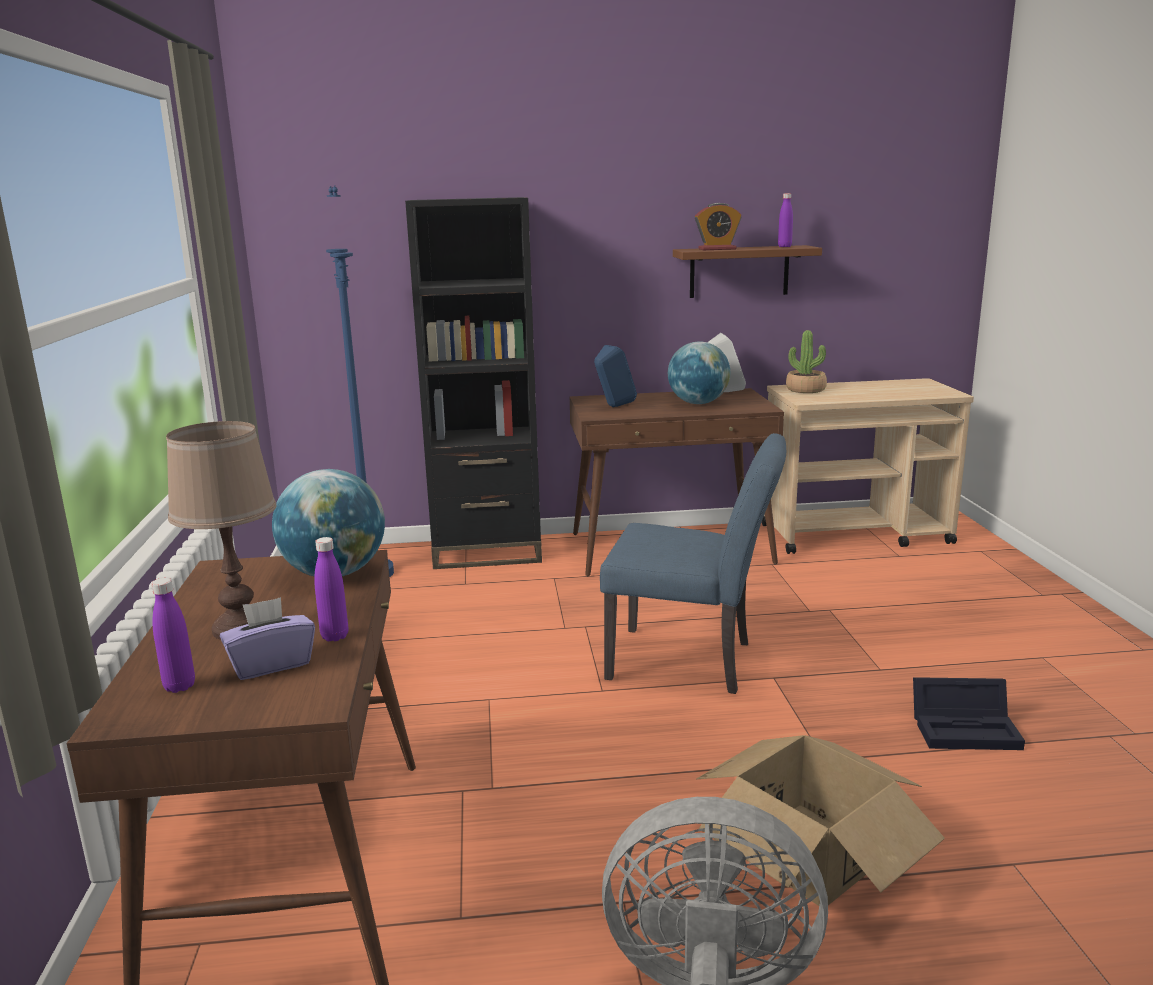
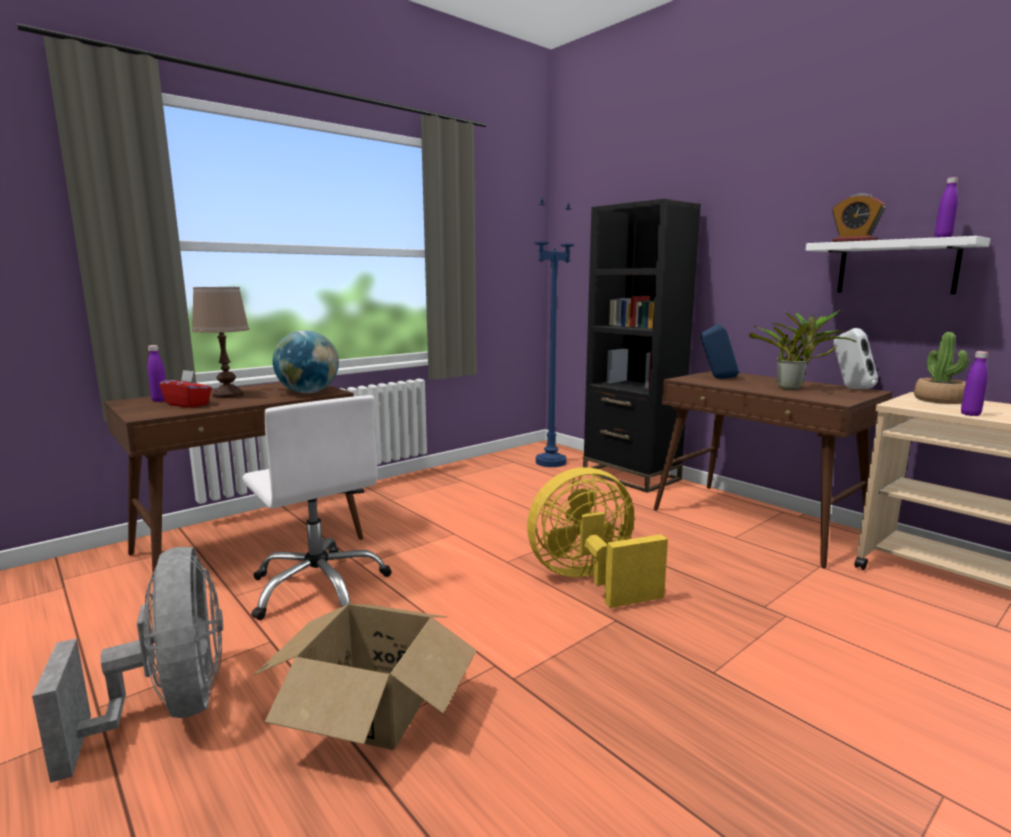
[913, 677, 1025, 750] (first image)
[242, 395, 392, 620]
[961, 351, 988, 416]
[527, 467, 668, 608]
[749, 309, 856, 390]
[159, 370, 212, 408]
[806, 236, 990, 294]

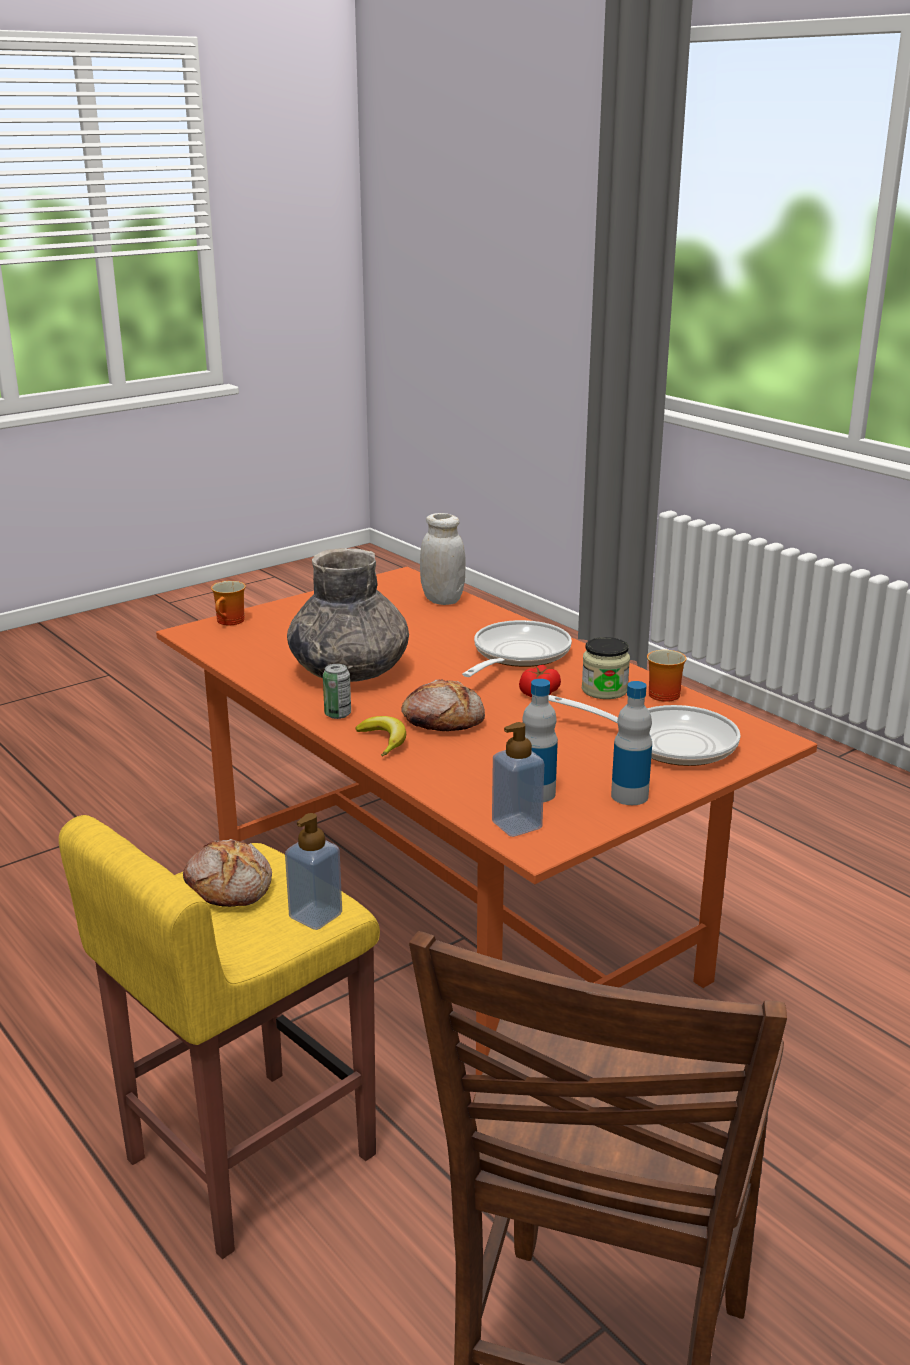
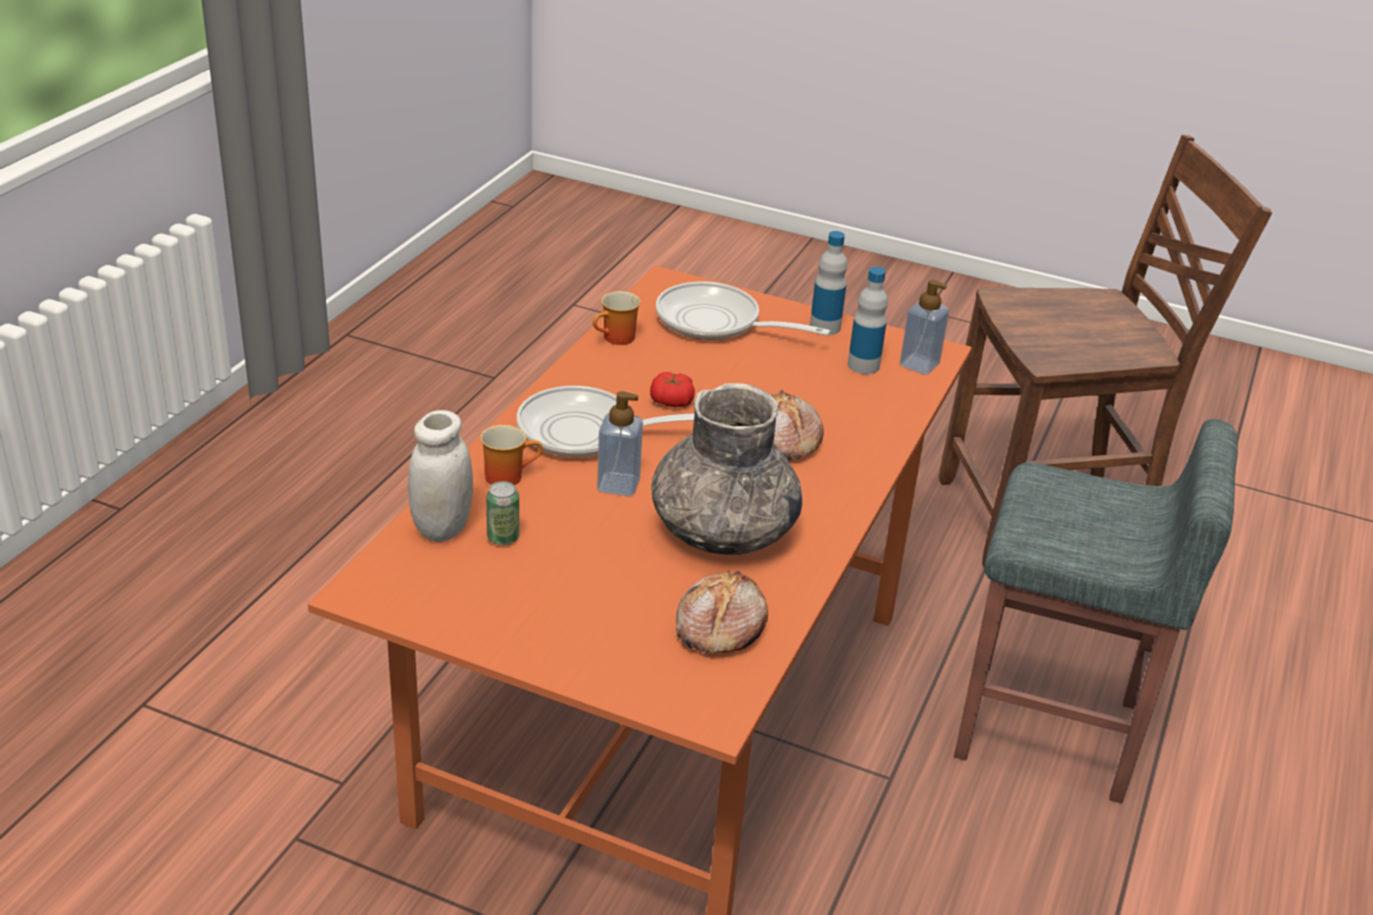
[355, 716, 406, 757] (first image)
[582, 637, 630, 699] (first image)
[676, 570, 768, 653]
[480, 425, 543, 485]
[597, 391, 643, 496]
[486, 481, 519, 545]
[954, 419, 1238, 804]
[656, 281, 830, 340]

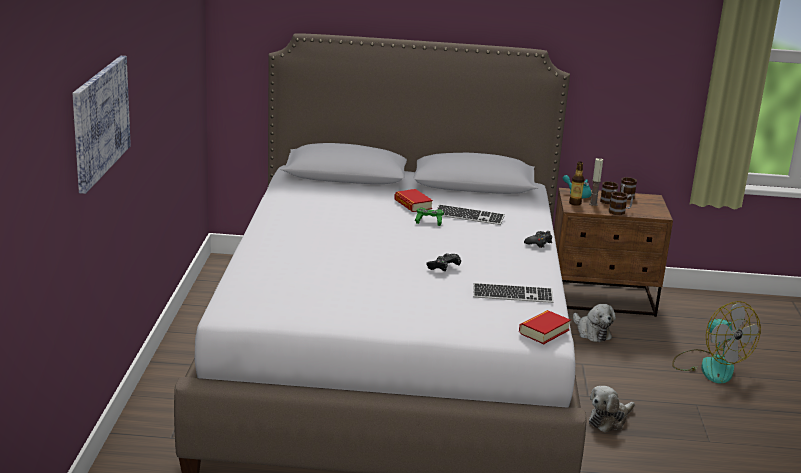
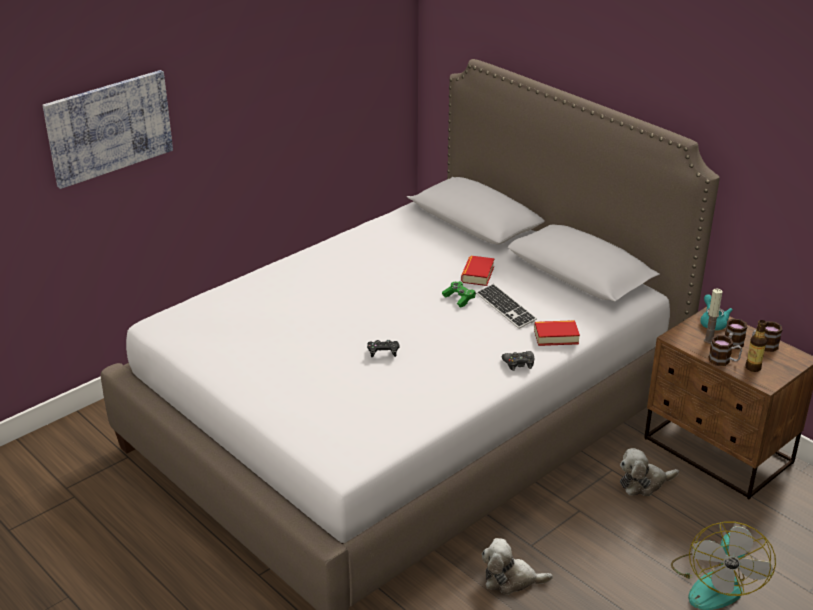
[473, 283, 554, 303] (first image)
[534, 320, 580, 346]
[746, 320, 767, 372]
[620, 448, 679, 496]

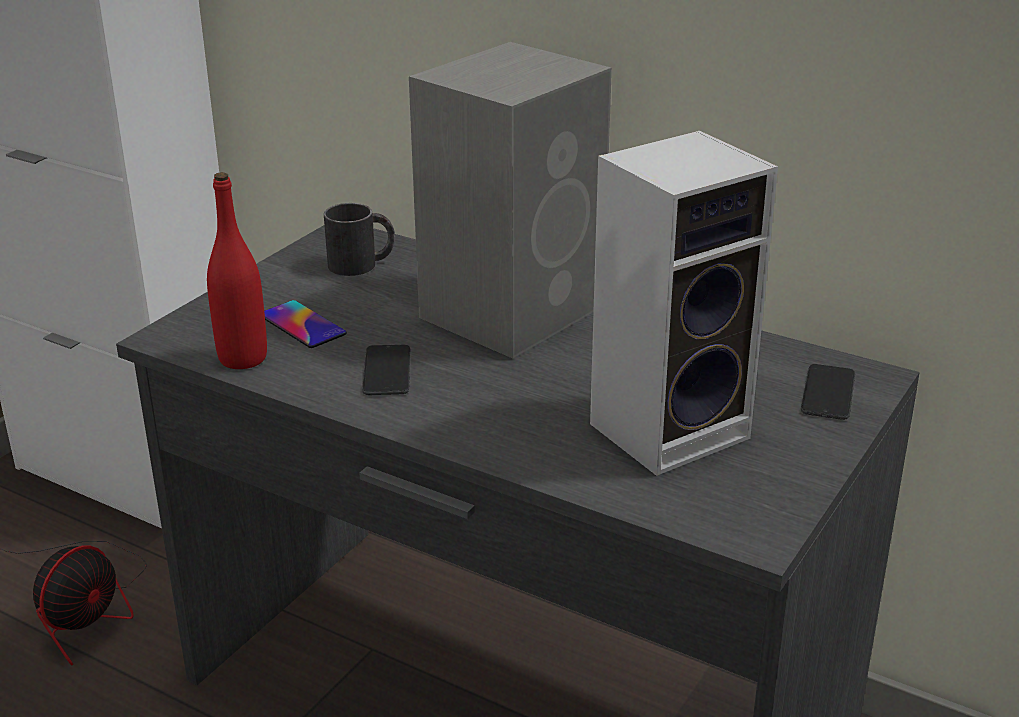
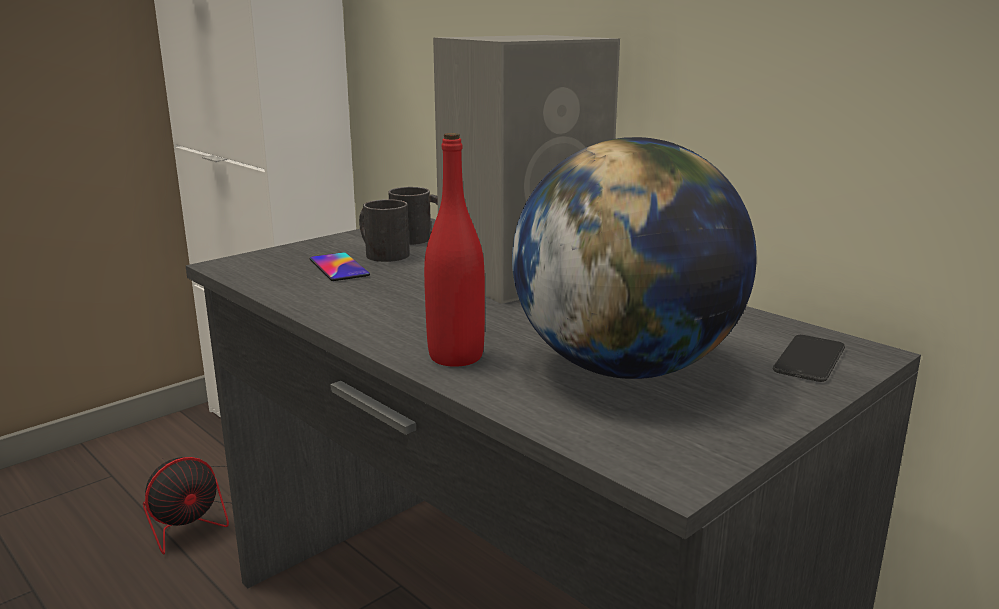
[362, 345, 410, 395] (first image)
[359, 199, 410, 262]
[424, 133, 485, 367]
[512, 137, 757, 379]

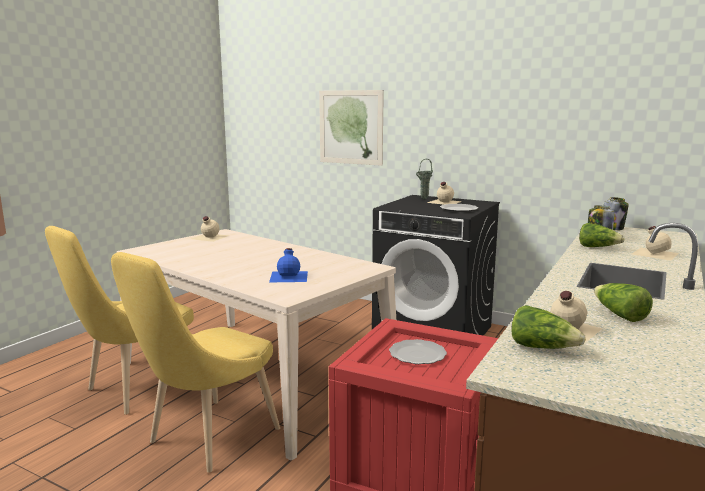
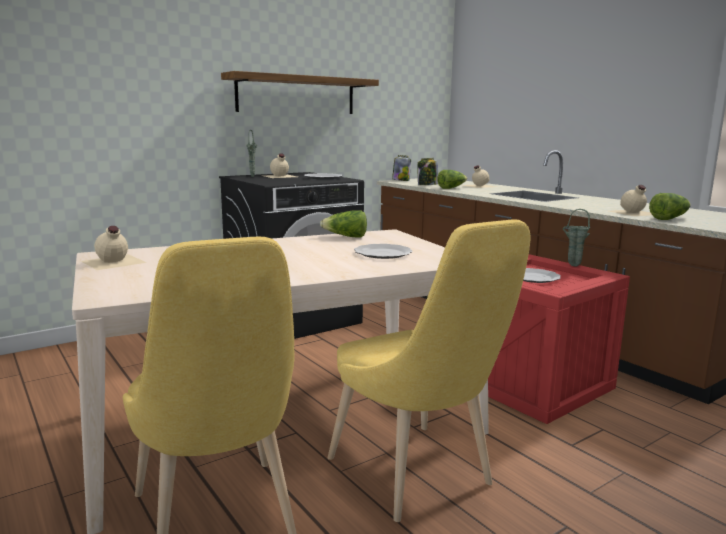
[319, 90, 384, 166] (first image)
[221, 71, 379, 114]
[563, 209, 590, 266]
[320, 210, 367, 238]
[354, 244, 413, 259]

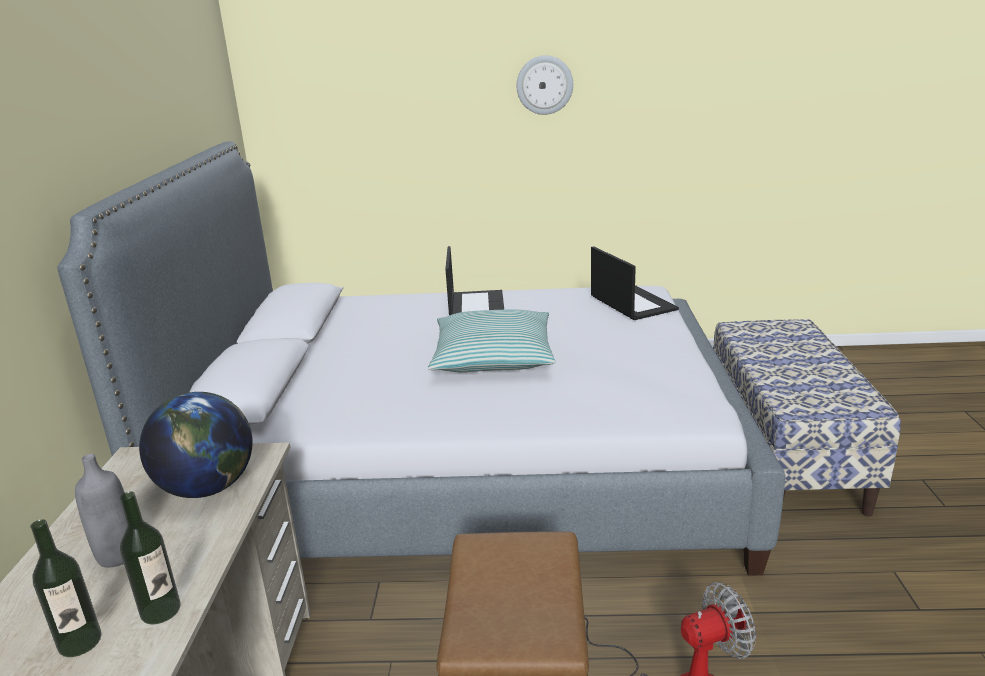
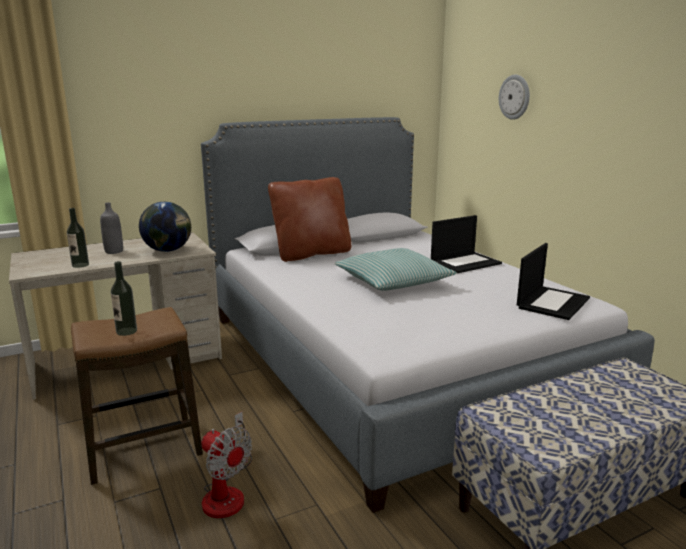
[268, 177, 351, 262]
[111, 261, 137, 336]
[499, 74, 530, 120]

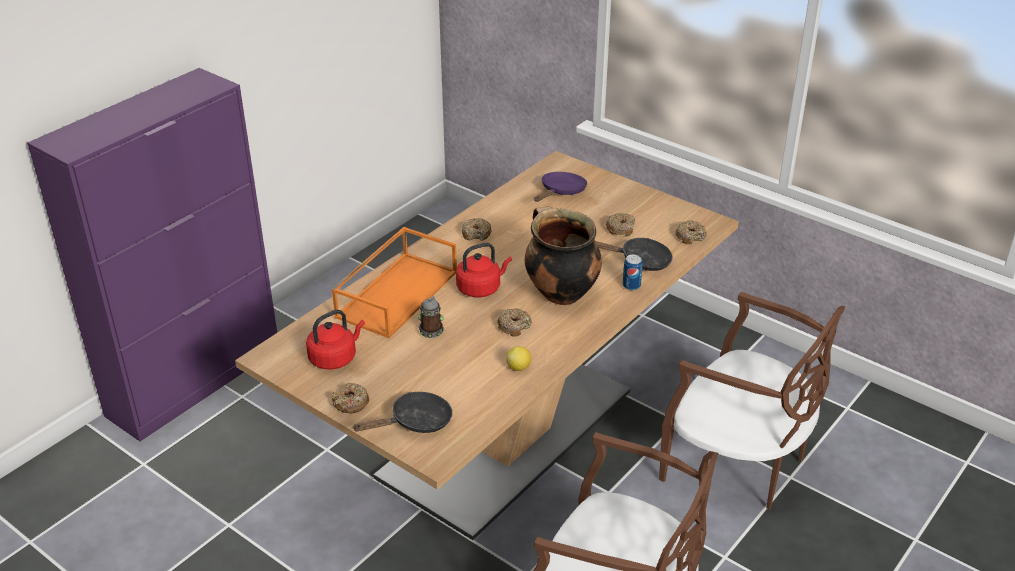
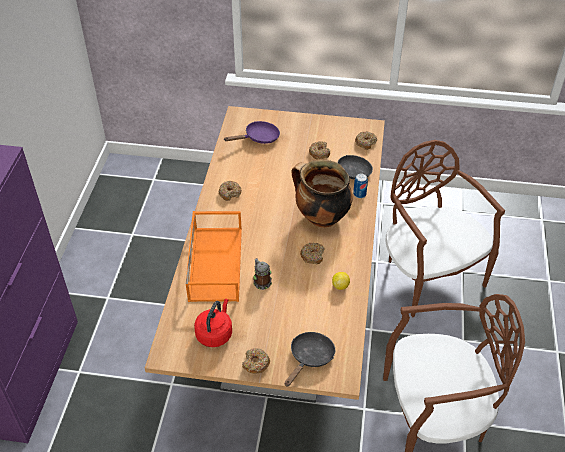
[456, 243, 512, 298] (first image)
[224, 121, 280, 144]
[385, 140, 505, 317]

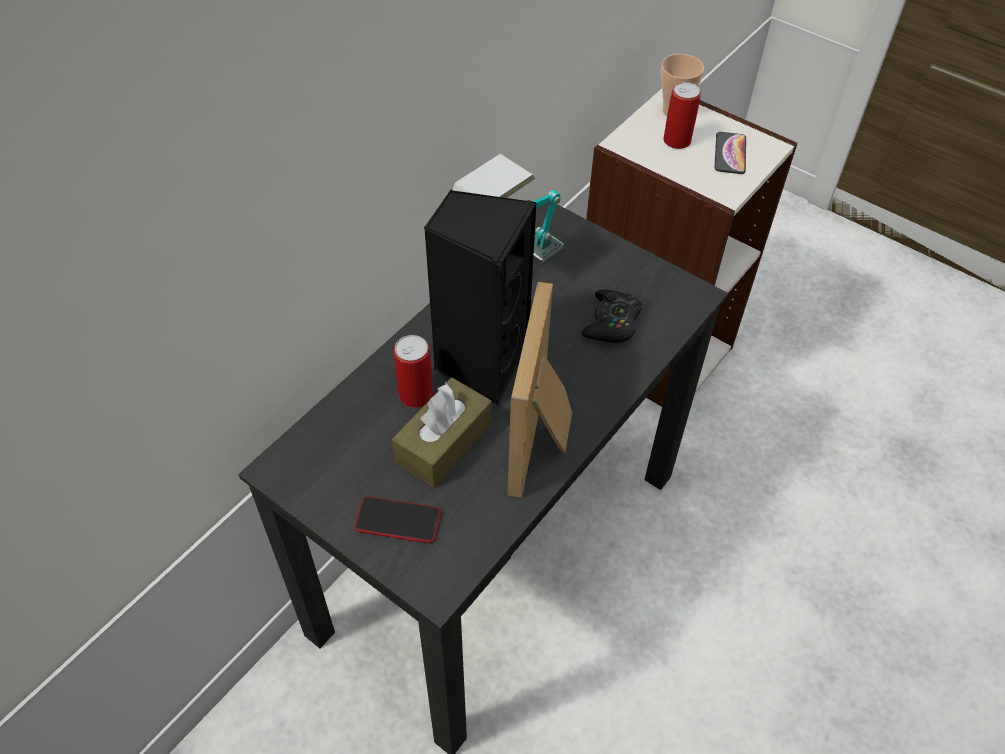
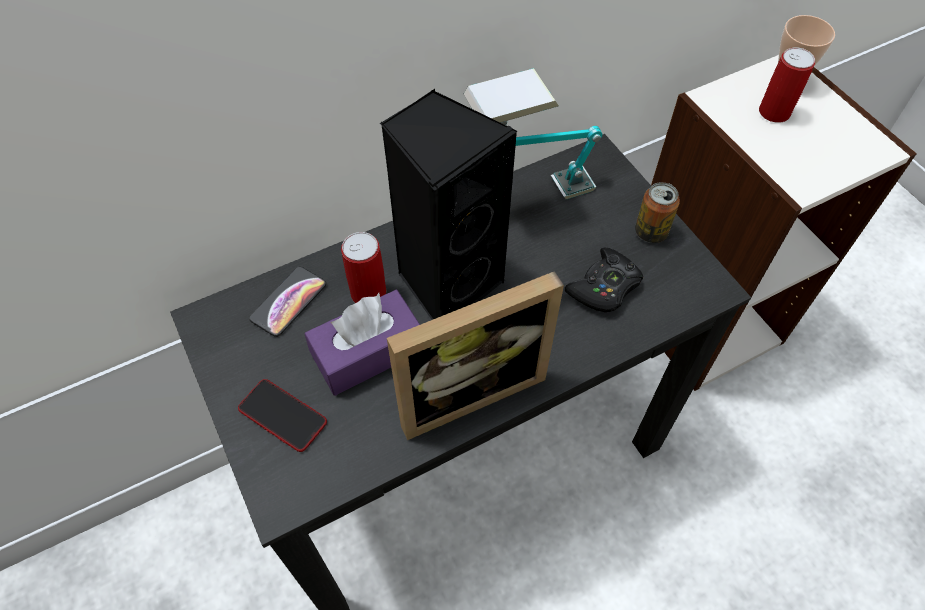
[635, 182, 680, 243]
[249, 267, 326, 337]
[305, 290, 420, 396]
[387, 271, 564, 440]

